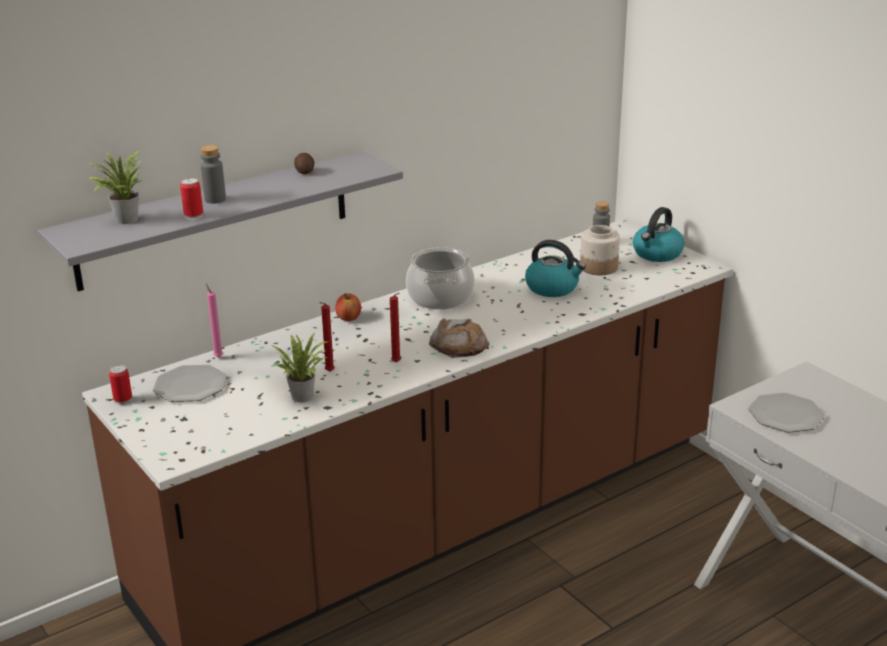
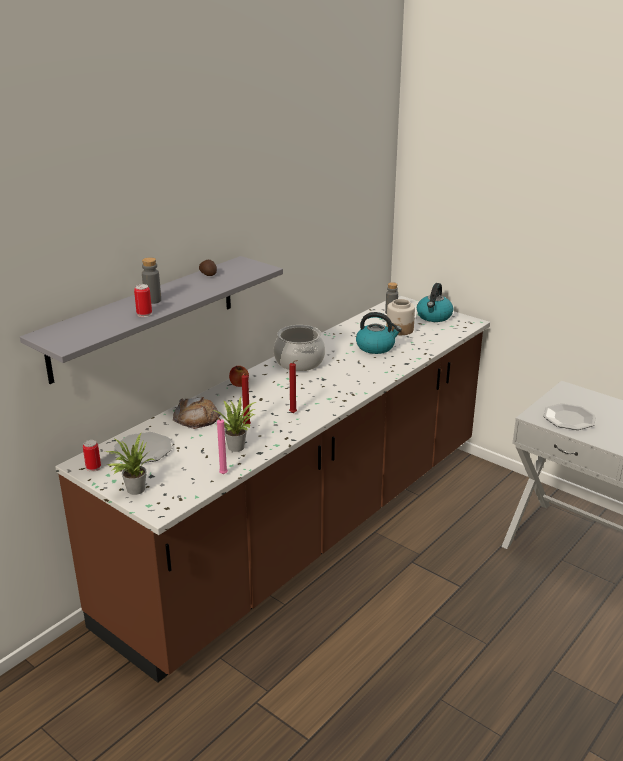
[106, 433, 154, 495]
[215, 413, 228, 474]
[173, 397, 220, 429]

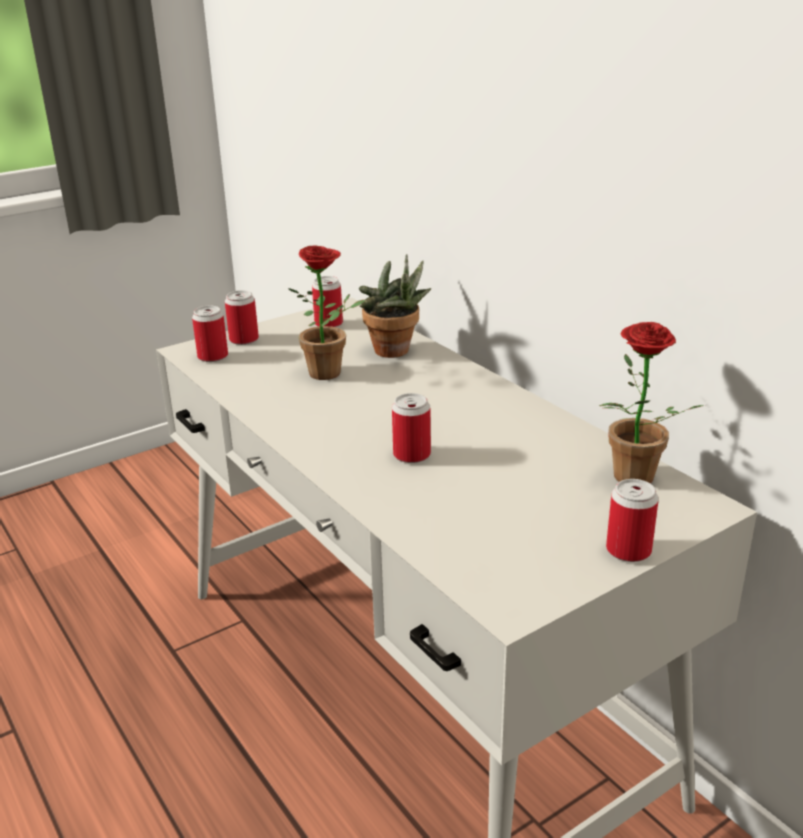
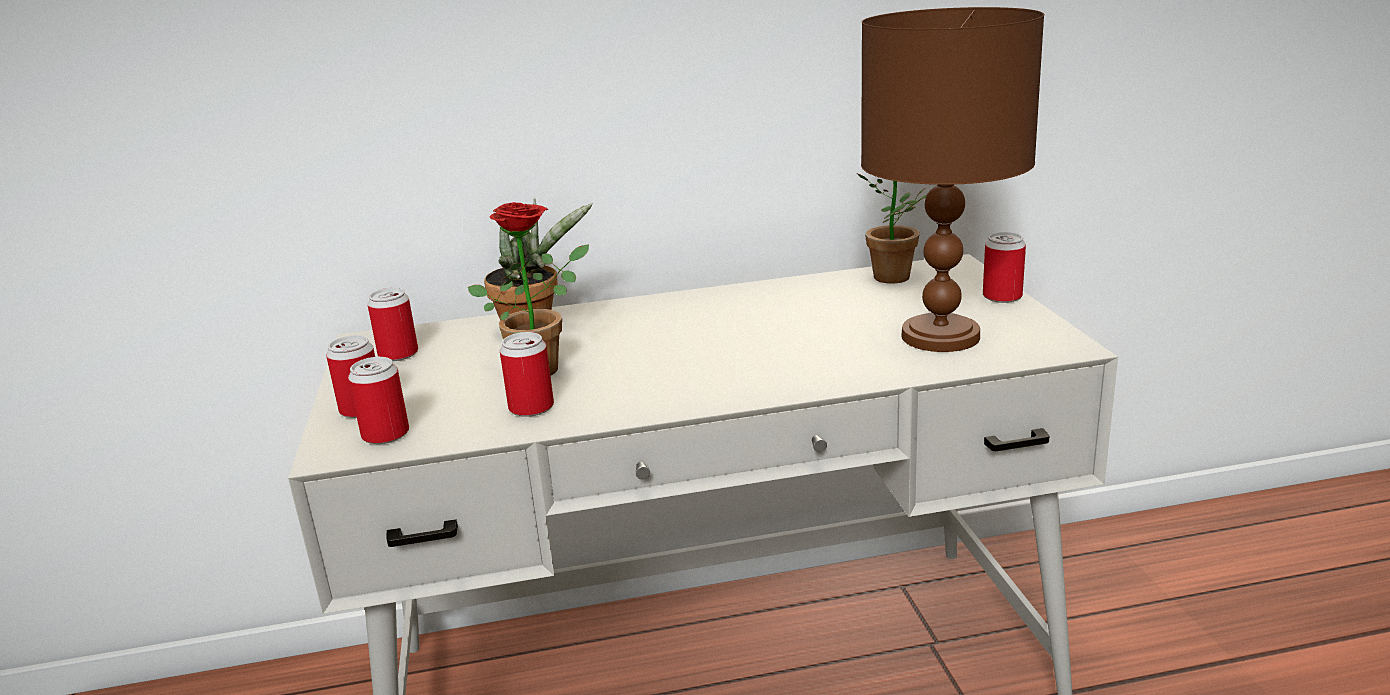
[861, 7, 1044, 352]
[500, 332, 554, 417]

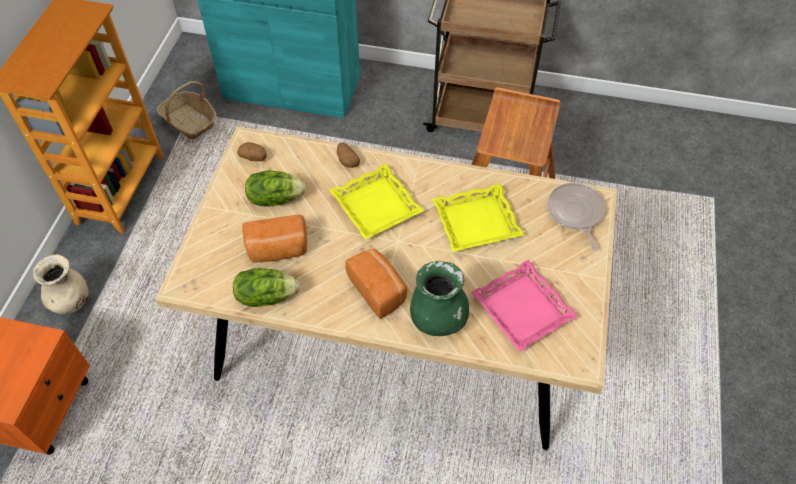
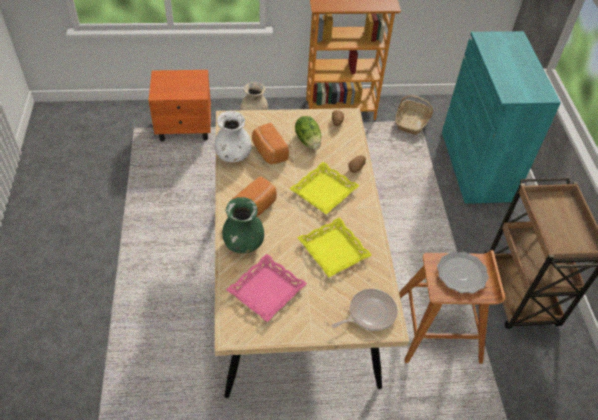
[437, 252, 489, 293]
[214, 111, 252, 162]

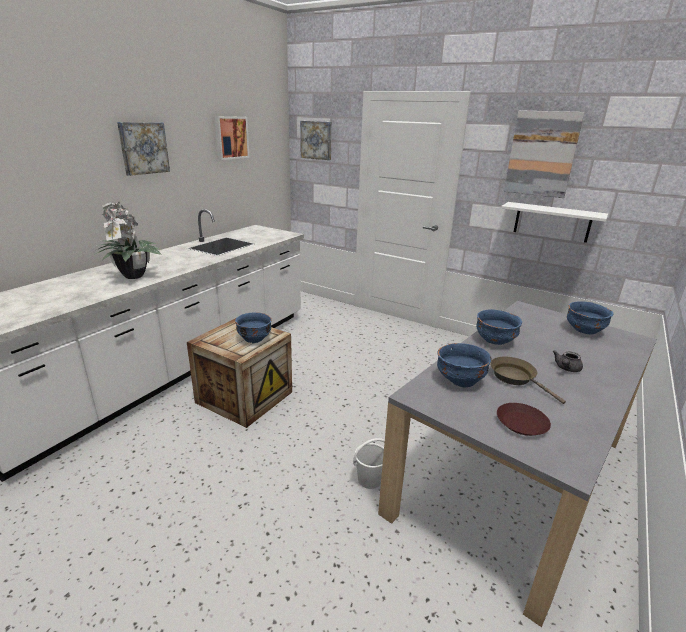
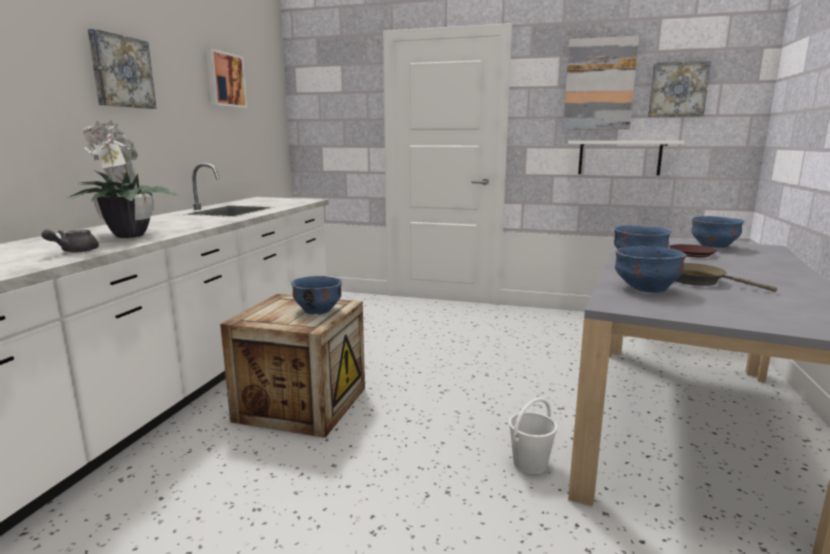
[648, 61, 711, 117]
[669, 244, 717, 257]
[42, 229, 99, 253]

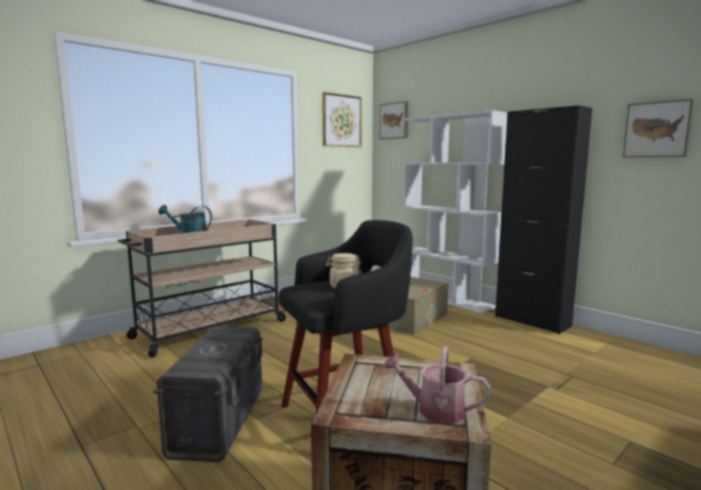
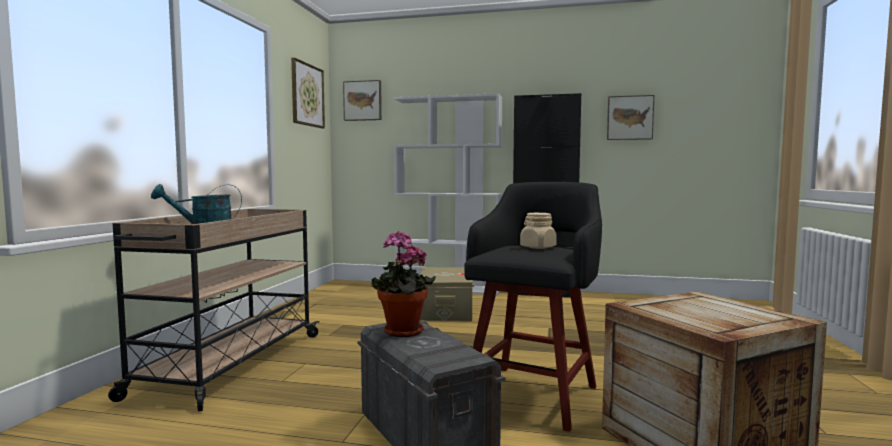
[383, 346, 490, 424] (first image)
[371, 232, 436, 338]

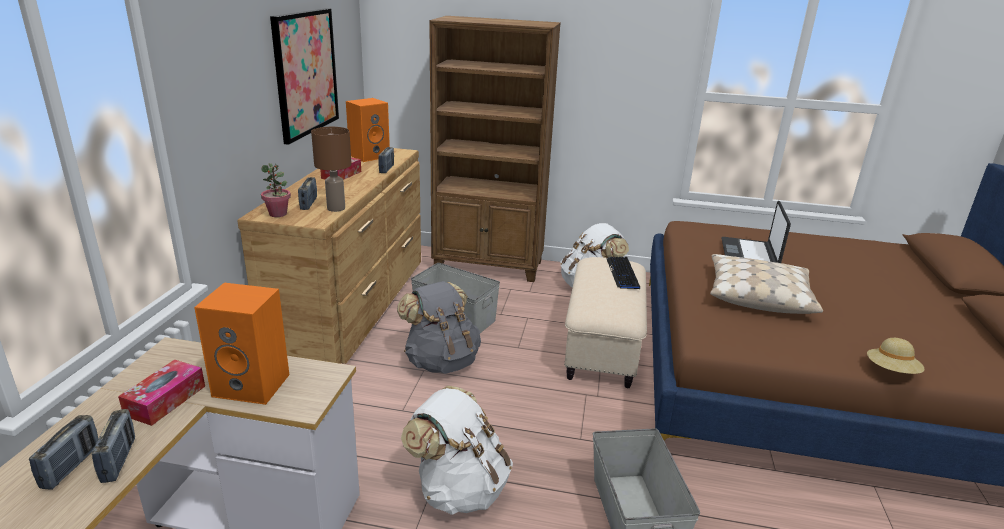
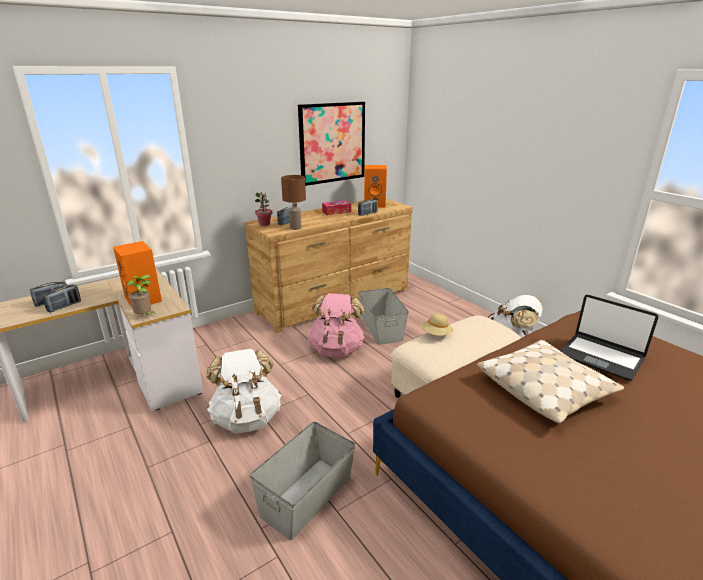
[118, 360, 205, 426] (first image)
[429, 16, 561, 282] (first image)
[607, 257, 640, 289] (first image)
[127, 275, 155, 315]
[420, 313, 453, 336]
[307, 293, 365, 357]
[561, 295, 658, 381]

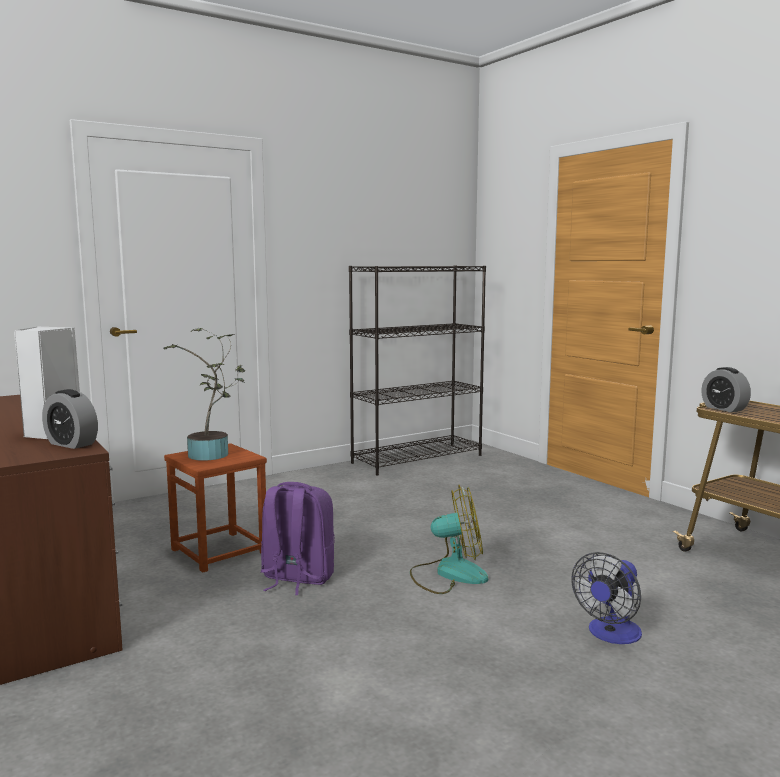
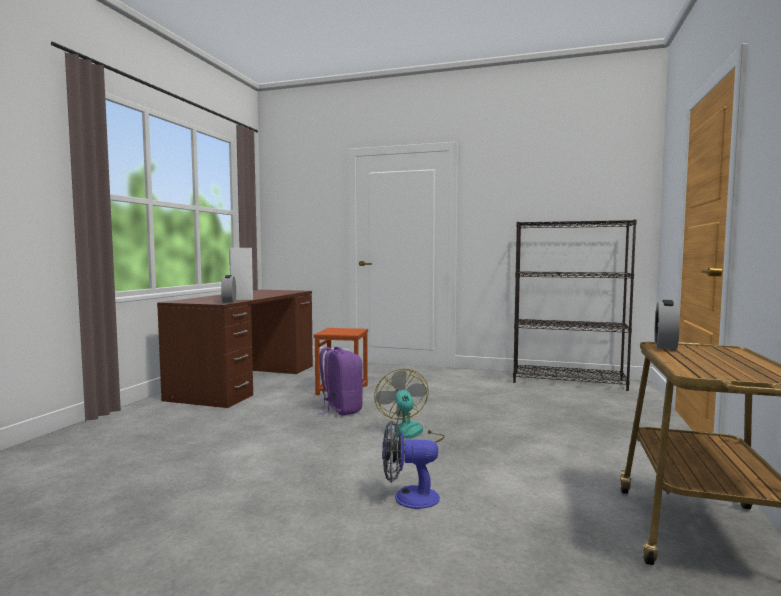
[163, 328, 245, 461] (first image)
[374, 369, 445, 443]

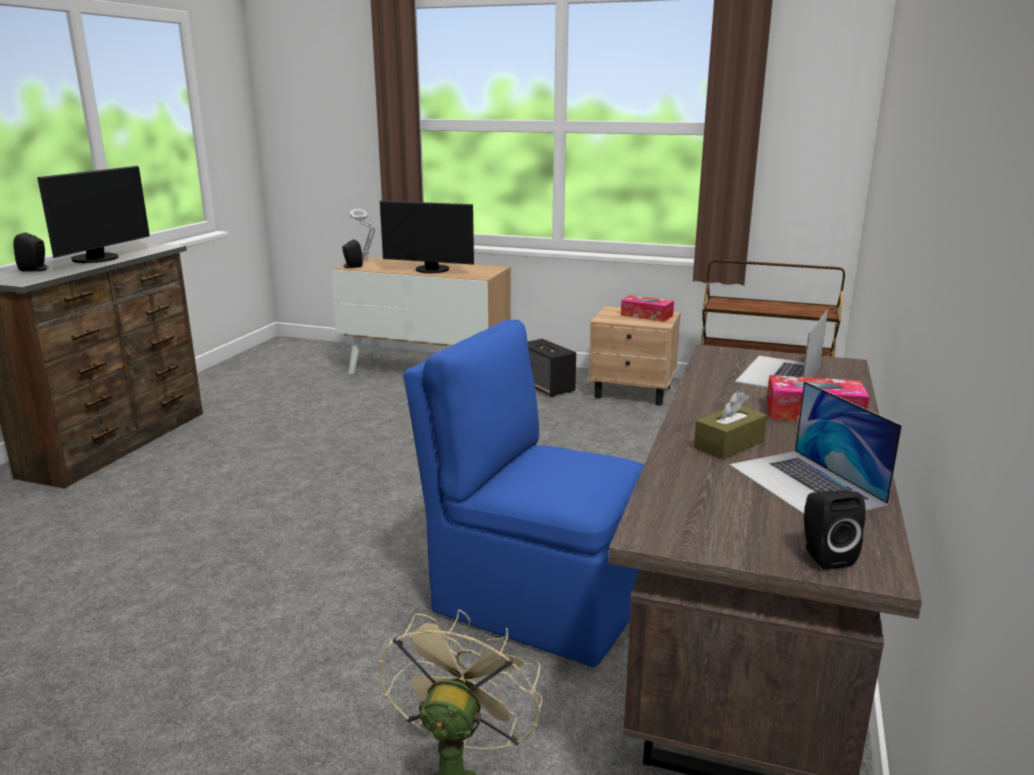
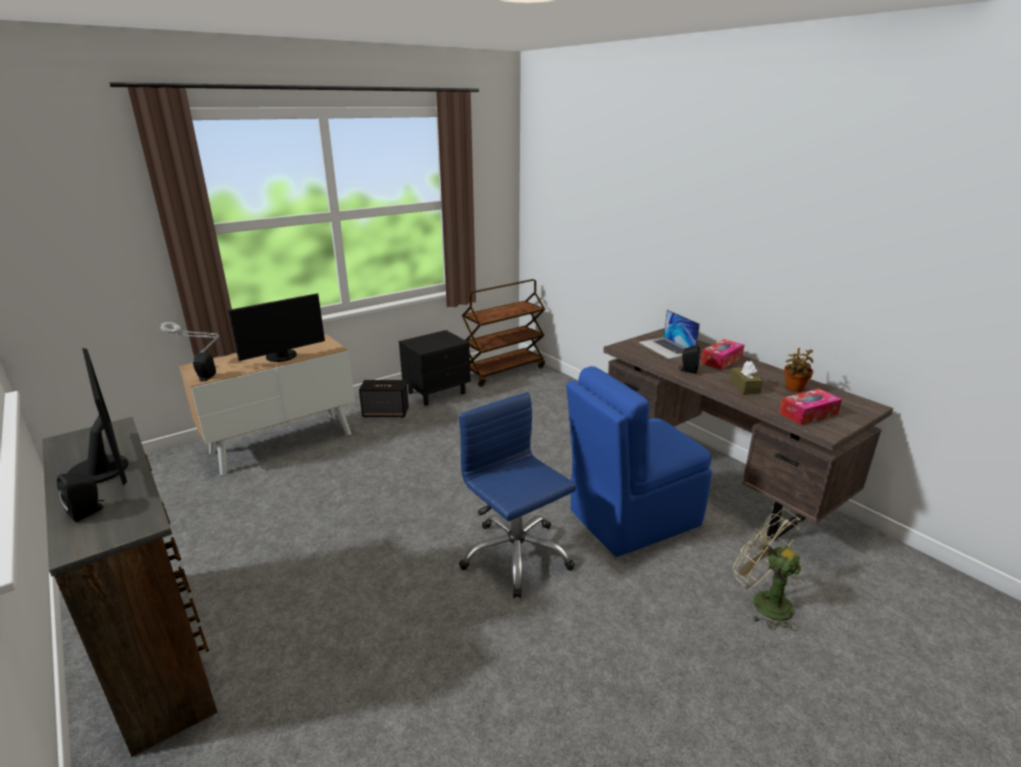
[458, 392, 576, 598]
[779, 389, 842, 425]
[679, 345, 700, 374]
[784, 348, 813, 392]
[399, 330, 471, 406]

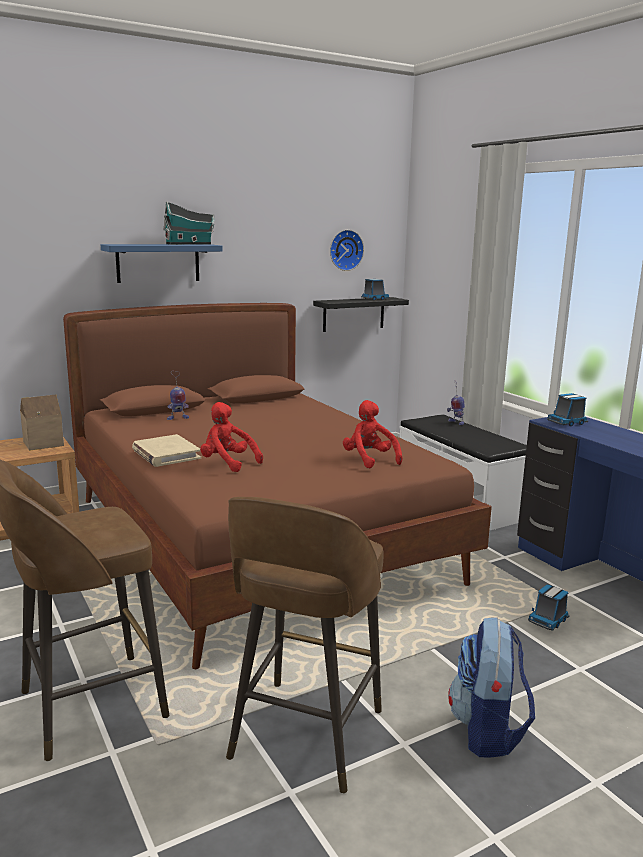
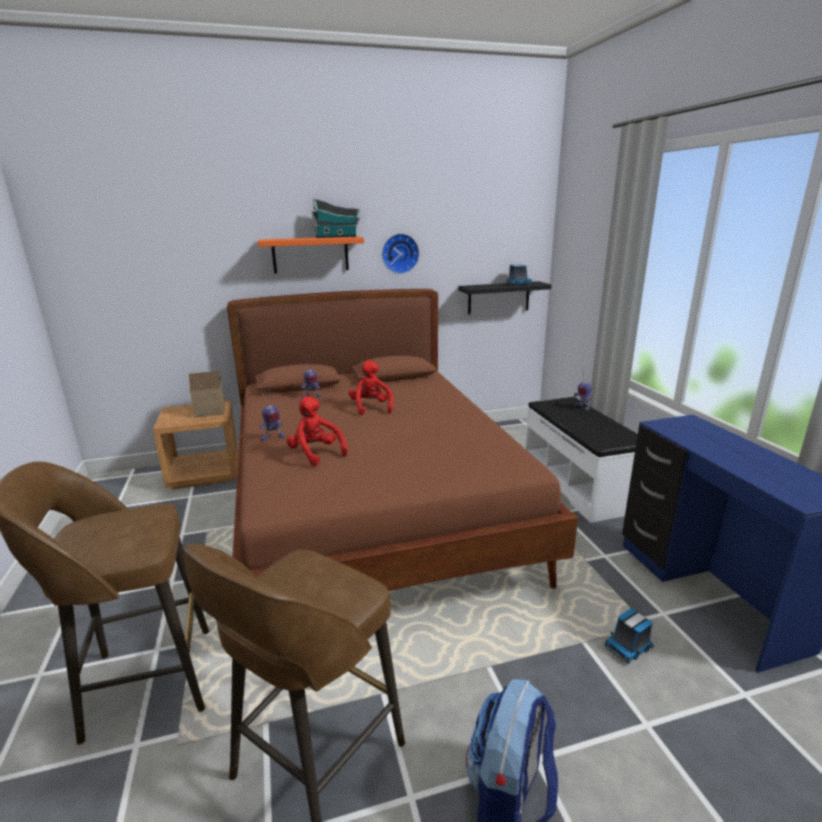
[547, 393, 588, 426] (first image)
[382, 233, 419, 274]
[349, 360, 393, 415]
[259, 389, 285, 440]
[258, 236, 364, 273]

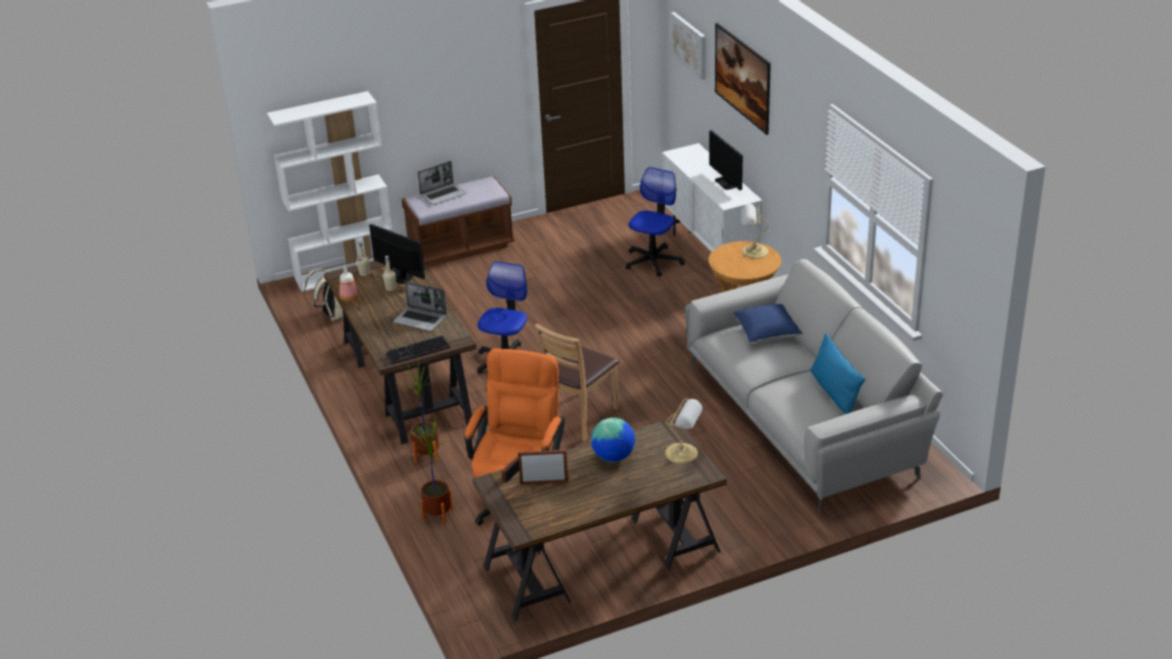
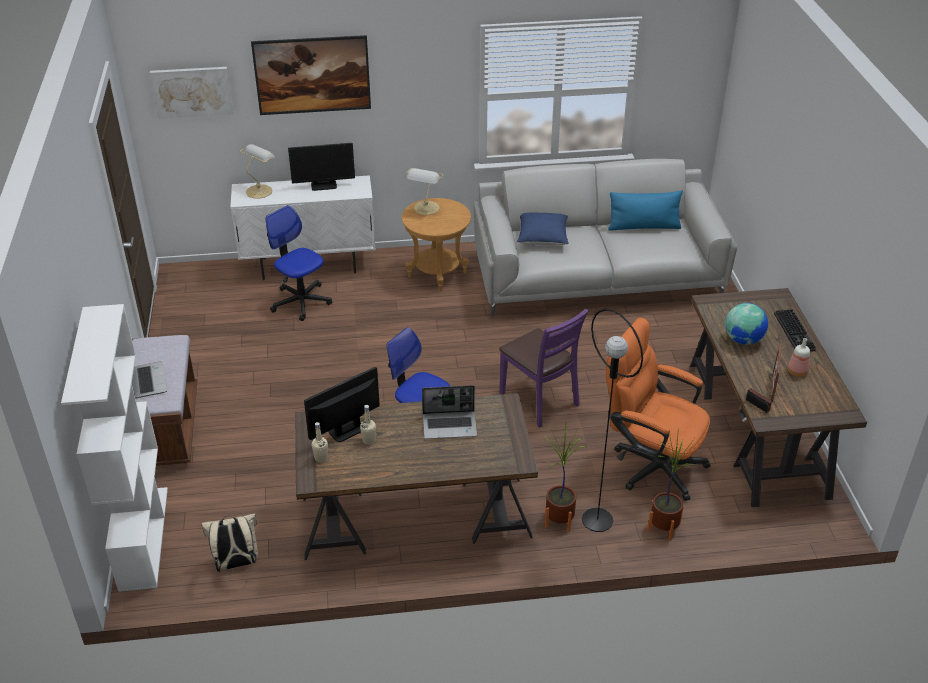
[582, 308, 643, 532]
[787, 338, 810, 377]
[774, 309, 816, 352]
[240, 144, 275, 199]
[499, 308, 588, 428]
[422, 385, 477, 439]

